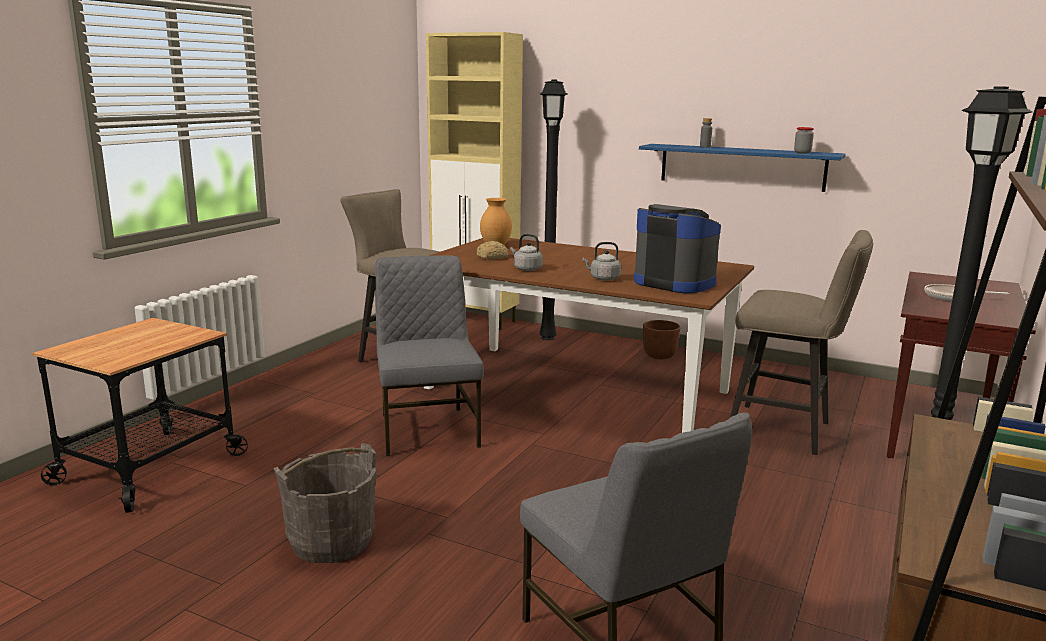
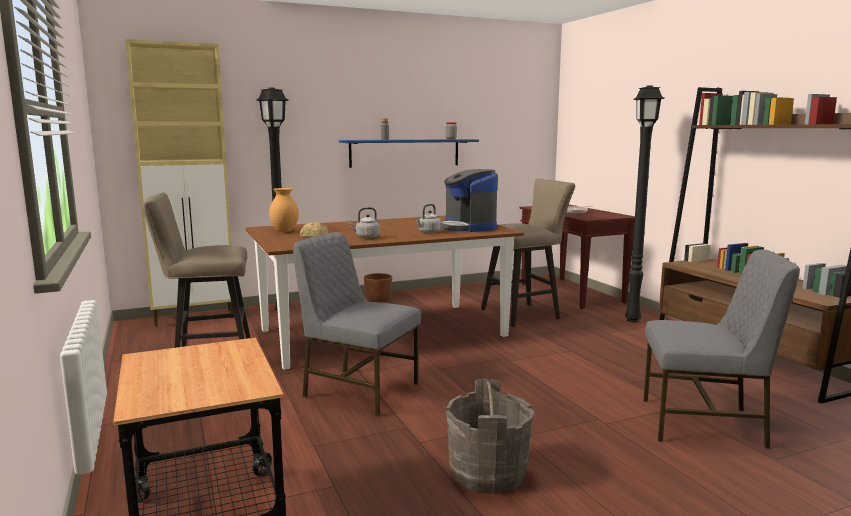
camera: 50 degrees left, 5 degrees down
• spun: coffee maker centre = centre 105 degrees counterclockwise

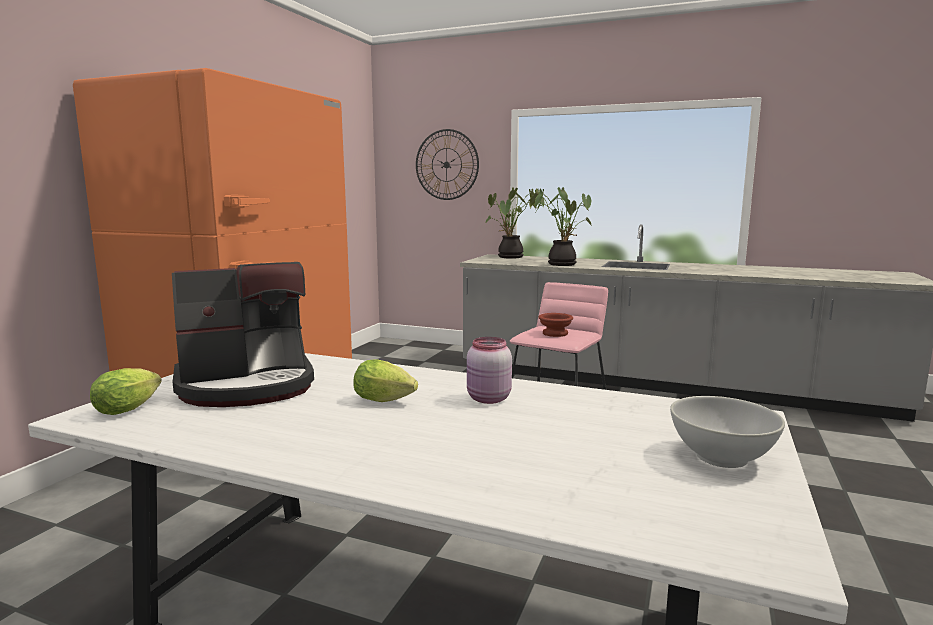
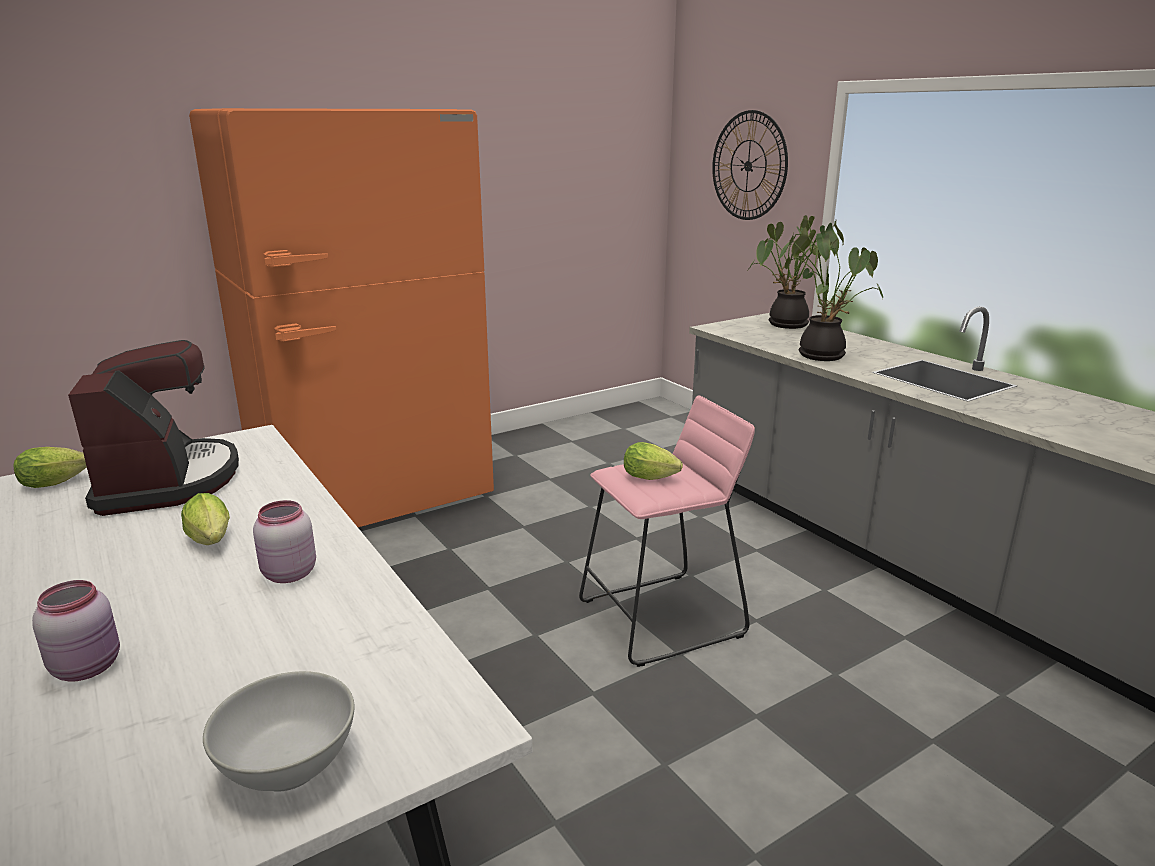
camera: 35 degrees right, 10 degrees up
• spun: coffee maker middle left = middle left 120 degrees counterclockwise
• exchanged: bowl (brown) centre to lettuce (no. 3 from left) centre
• appeared: storage jar (pink) (no. 1 from left) bottom left

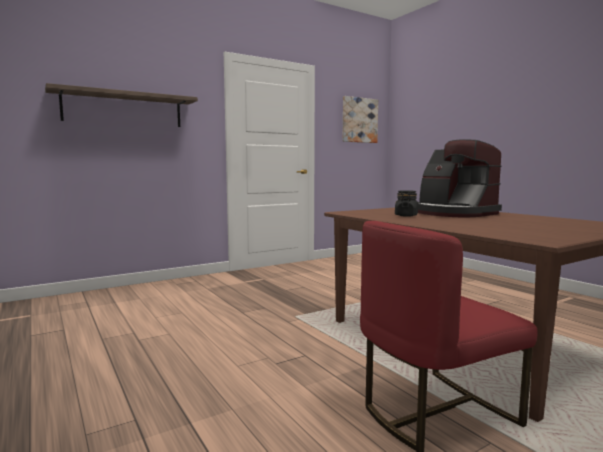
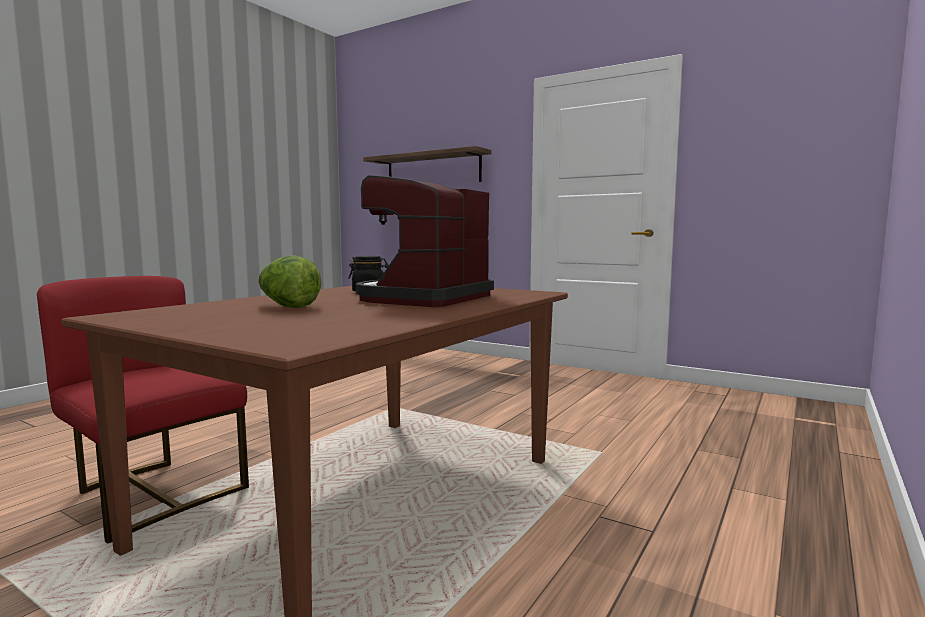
camera: 65 degrees right, 0 degrees up
• missing: wall picture top centre
• appeared: lettuce middle left

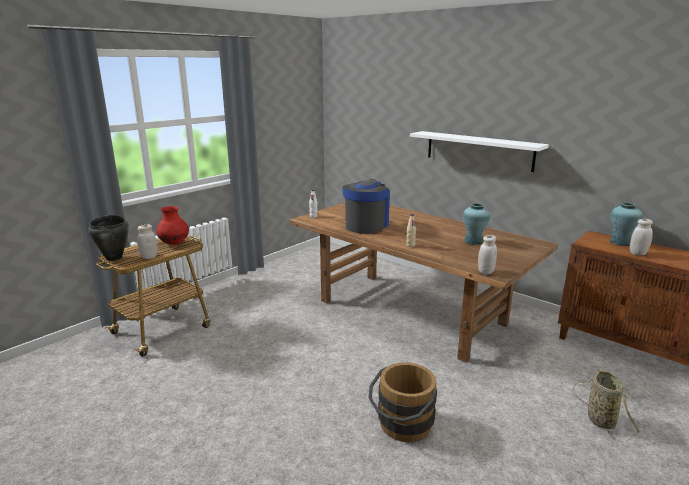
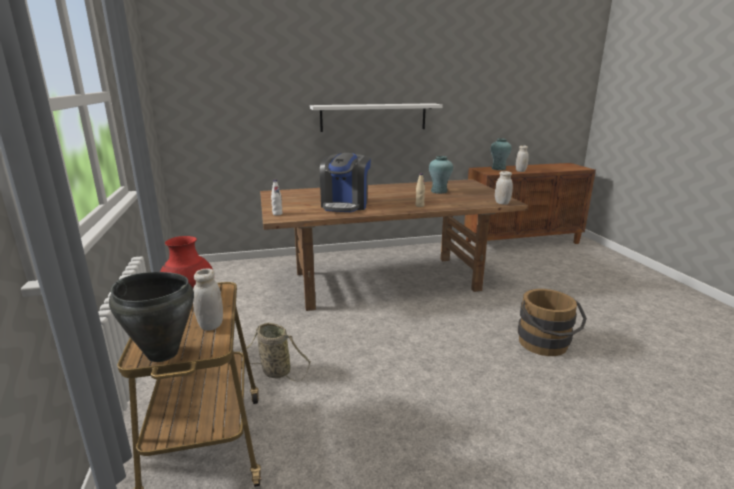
camera: 55 degrees left, 0 degrees up
• spun: coffee maker centre = centre 135 degrees counterclockwise
• relocated: basket bottom right to bottom centre

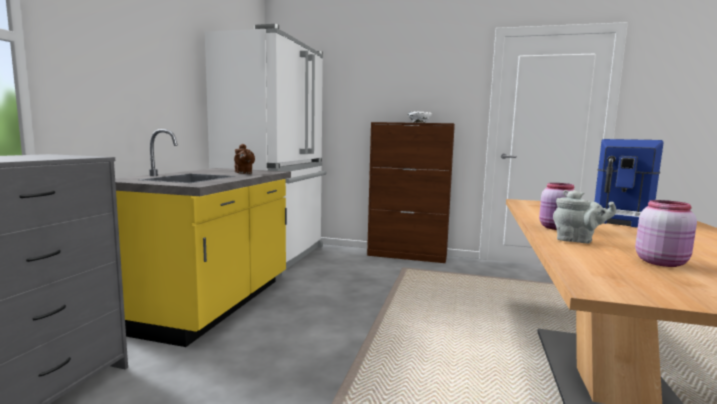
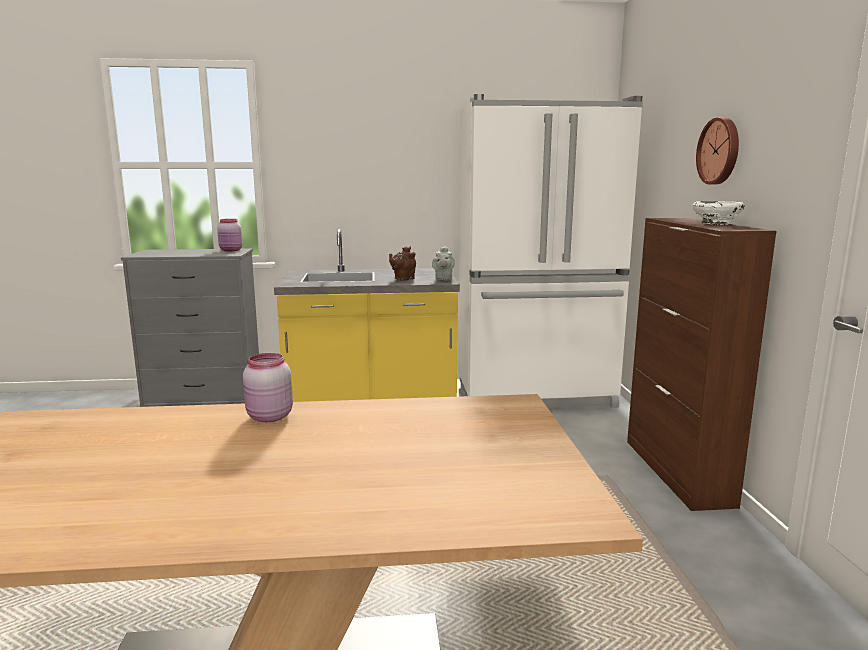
camera: 70 degrees right, 5 degrees up
• relocated: tea pot (greyish) middle right to centre
• missing: coffee maker middle right
• relocated: storage jar (pink) (no. 2 from left in the first image) middle right to storage jar (pink) (no. 1 from left) middle left
• appeared: wall clock top right

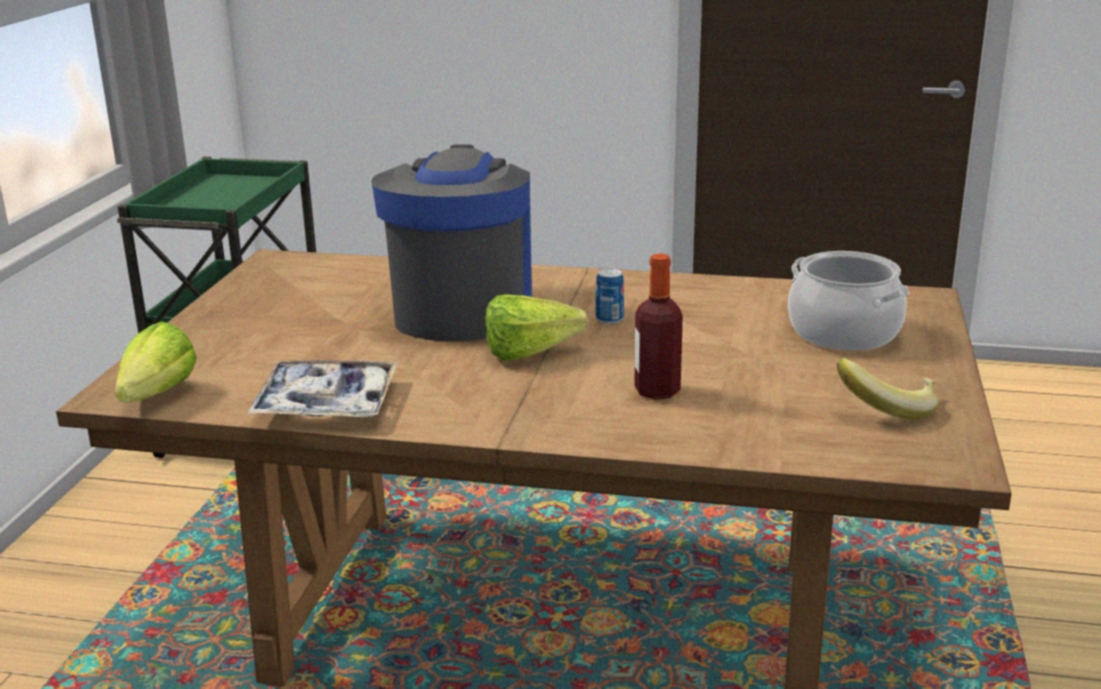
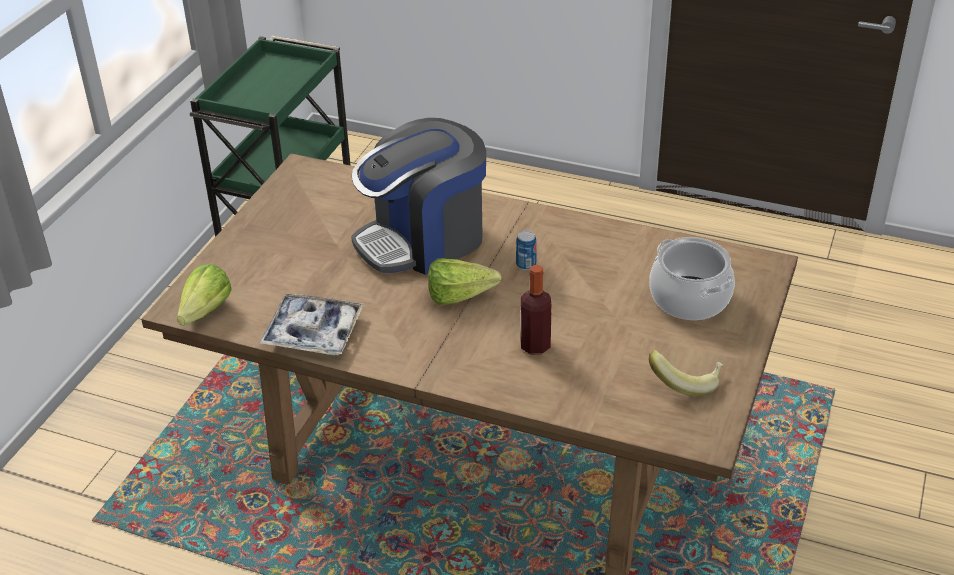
camera: 10 degrees right, 15 degrees up
• spun: coffee maker centre = centre 135 degrees counterclockwise

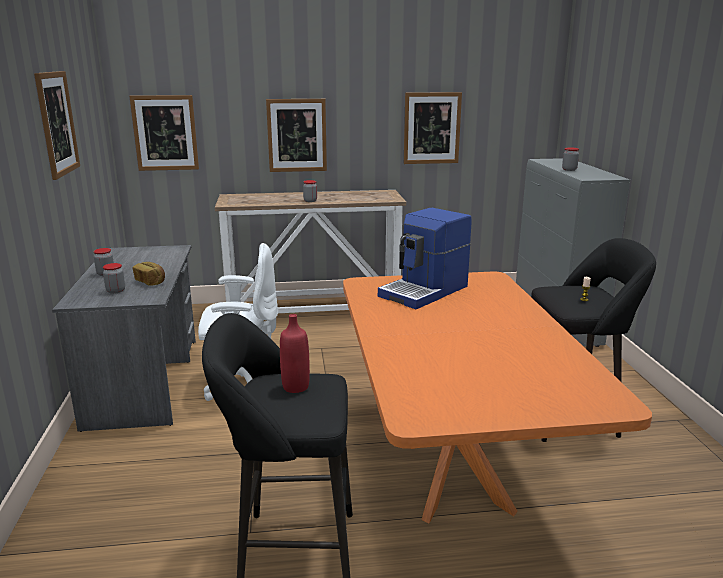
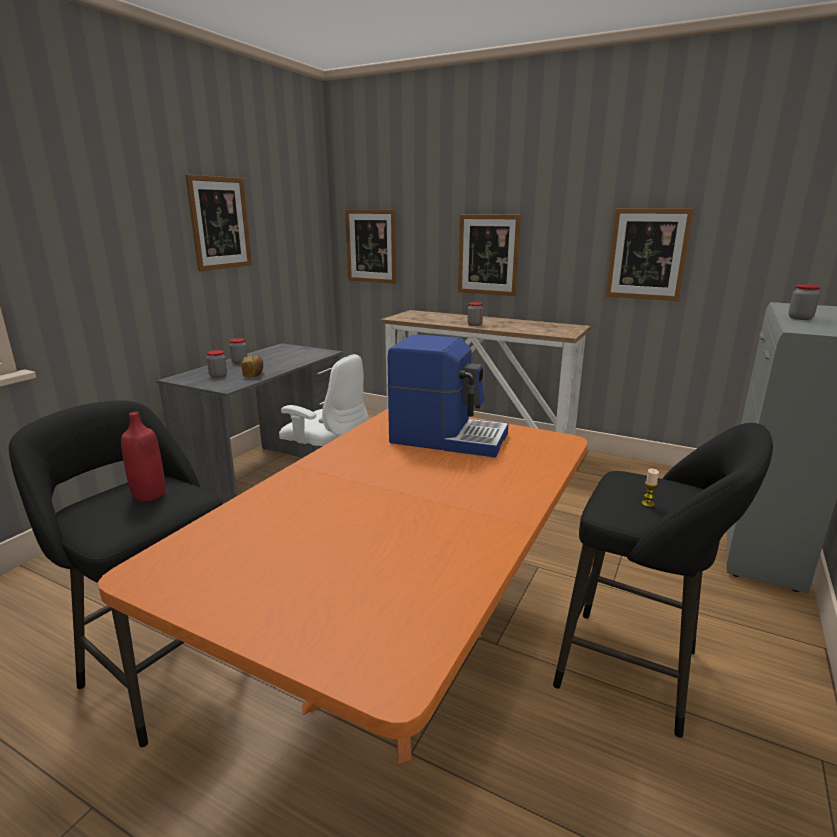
camera: 35 degrees right, 0 degrees up
• spun: coffee maker centre = centre 150 degrees counterclockwise

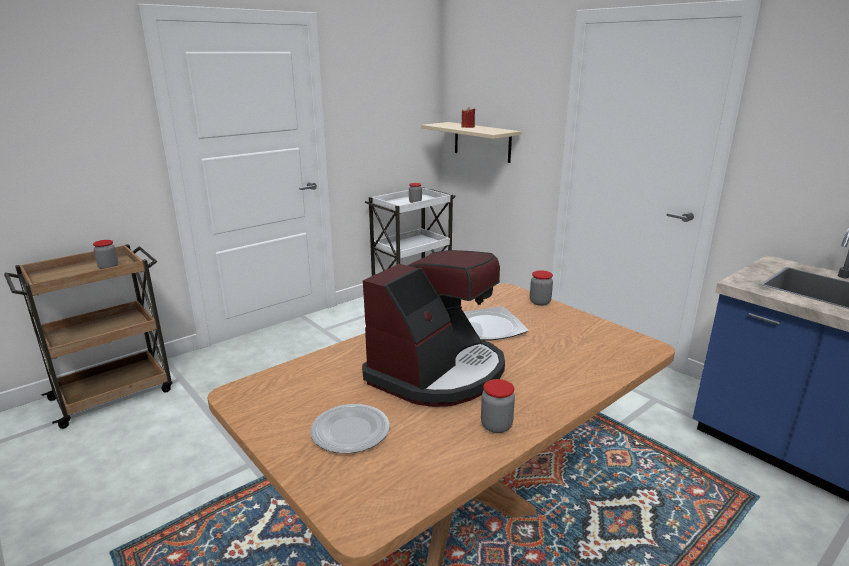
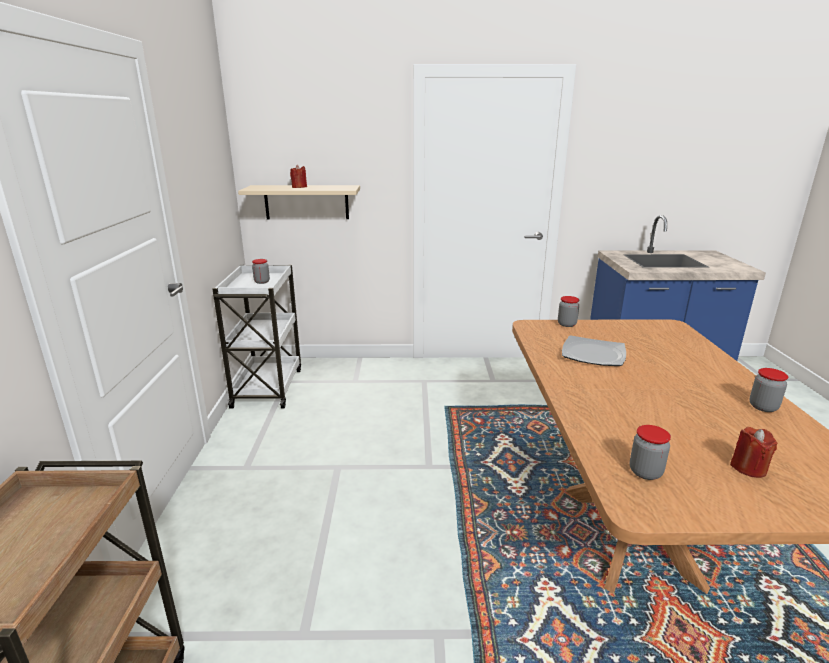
camera: 50 degrees left, 0 degrees up
• relocated: storage jar (no. 1 from left in the first image) middle left to storage jar (no. 3 from left) bottom right
• exchanged: dinner plate (no. 1 from left) bottom centre to wax light (reddish) (no. 2 from left) bottom right
• missing: coffee maker centre

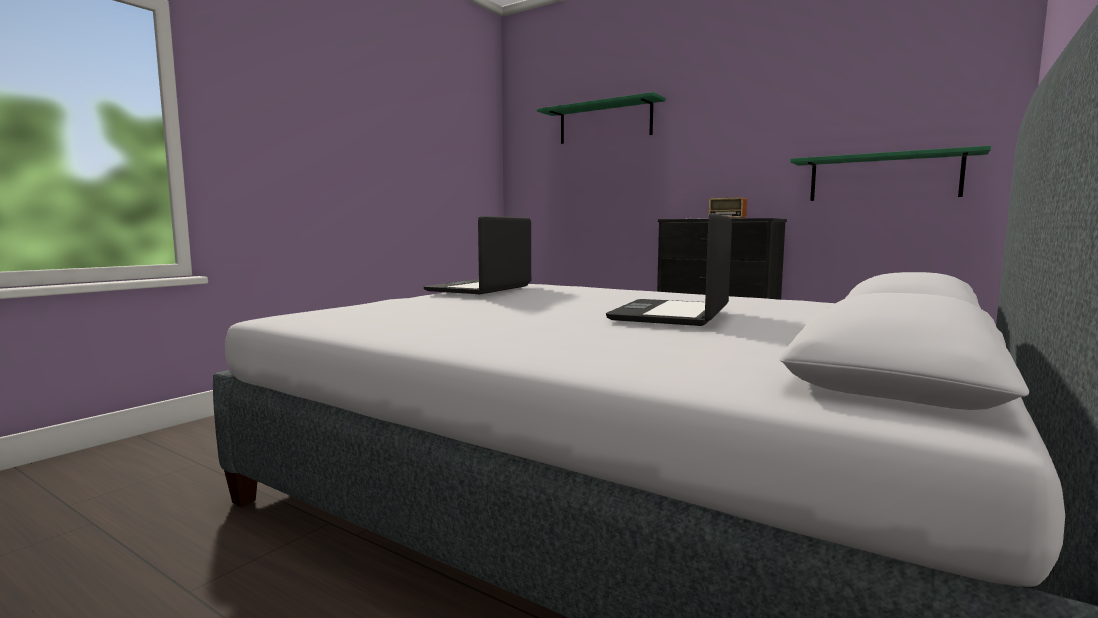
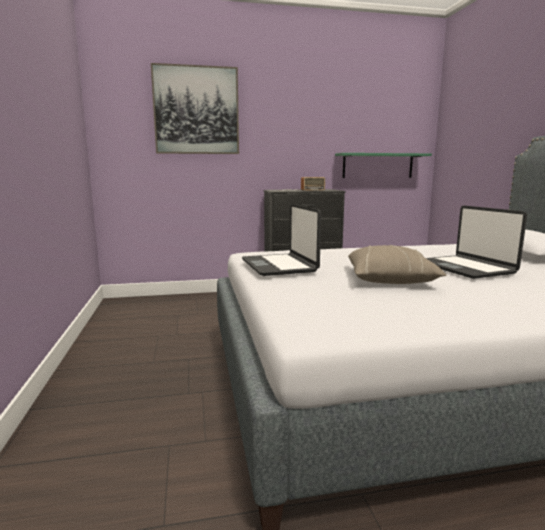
camera: 45 degrees left, 5 degrees up
• exchanged: wall shelf (greenish) (no. 1 from left) top centre to wall picture top centre
• appeared: throw pillow (beige) middle right

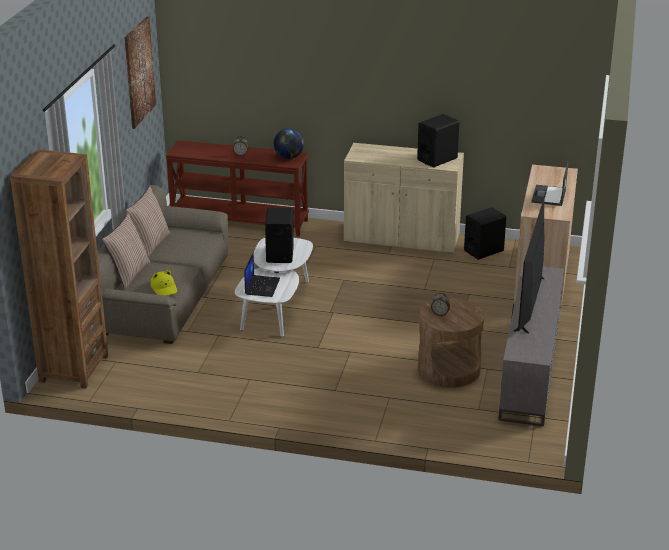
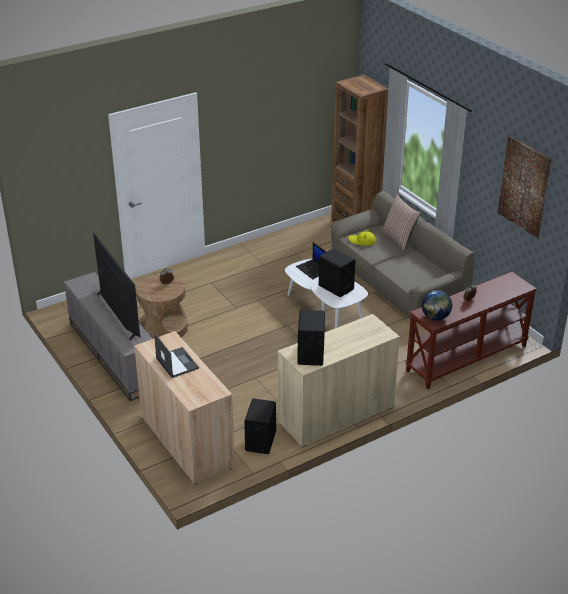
camera: 135 degrees right, 5 degrees up
• missing: throw pillow (no. 2 from left) middle left

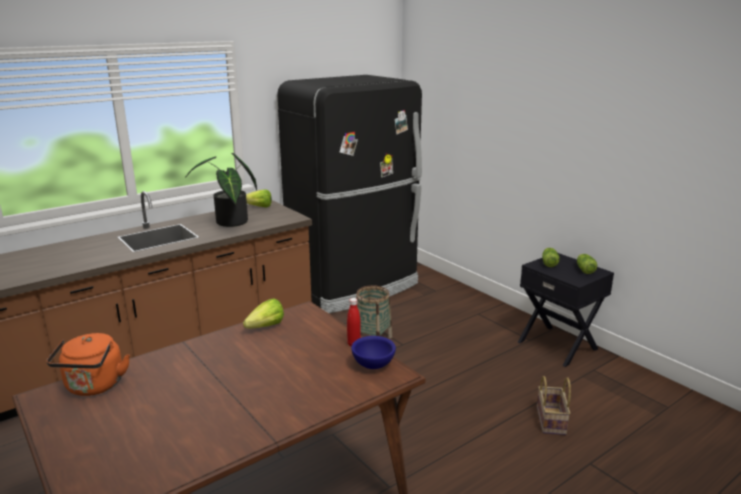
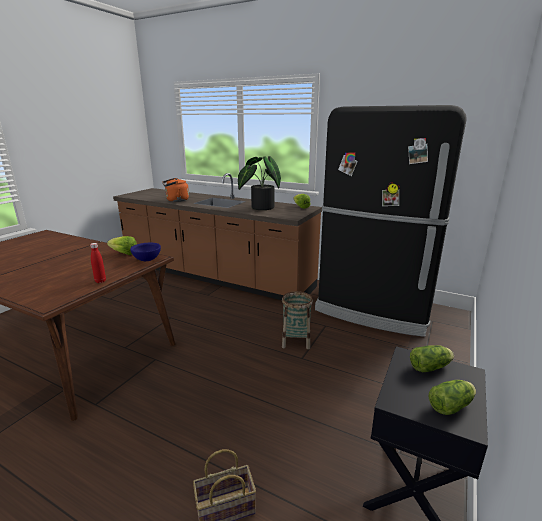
camera: 65 degrees right, 0 degrees up
• relocated: kettle (orangey) bottom left to middle left
• relocated: bowl (blue) bottom centre to middle left

